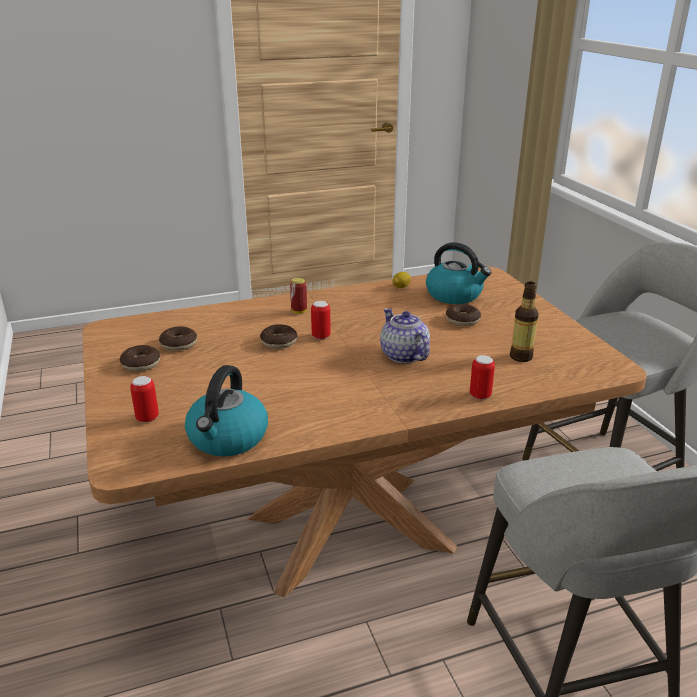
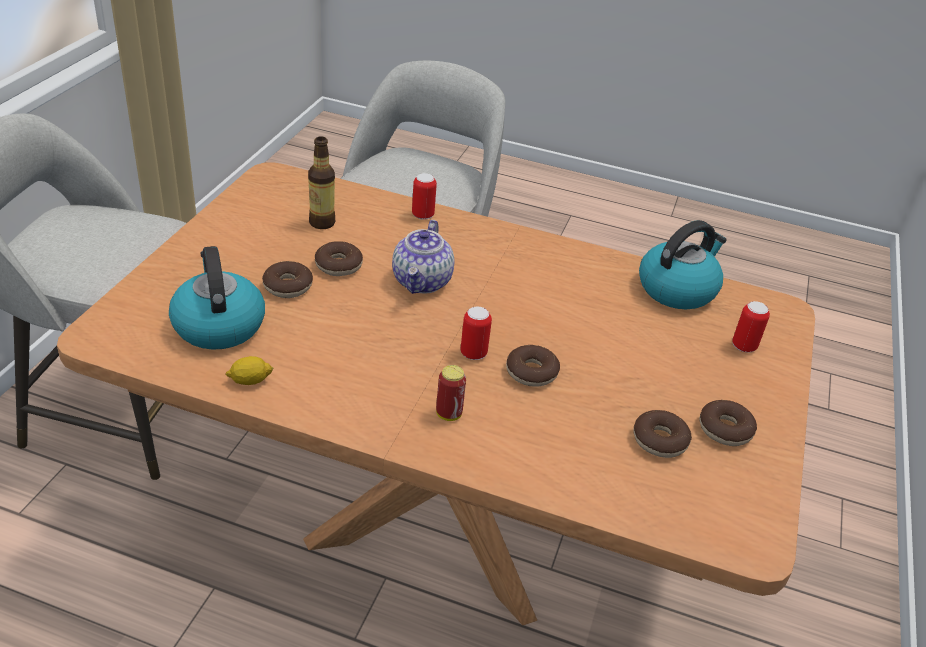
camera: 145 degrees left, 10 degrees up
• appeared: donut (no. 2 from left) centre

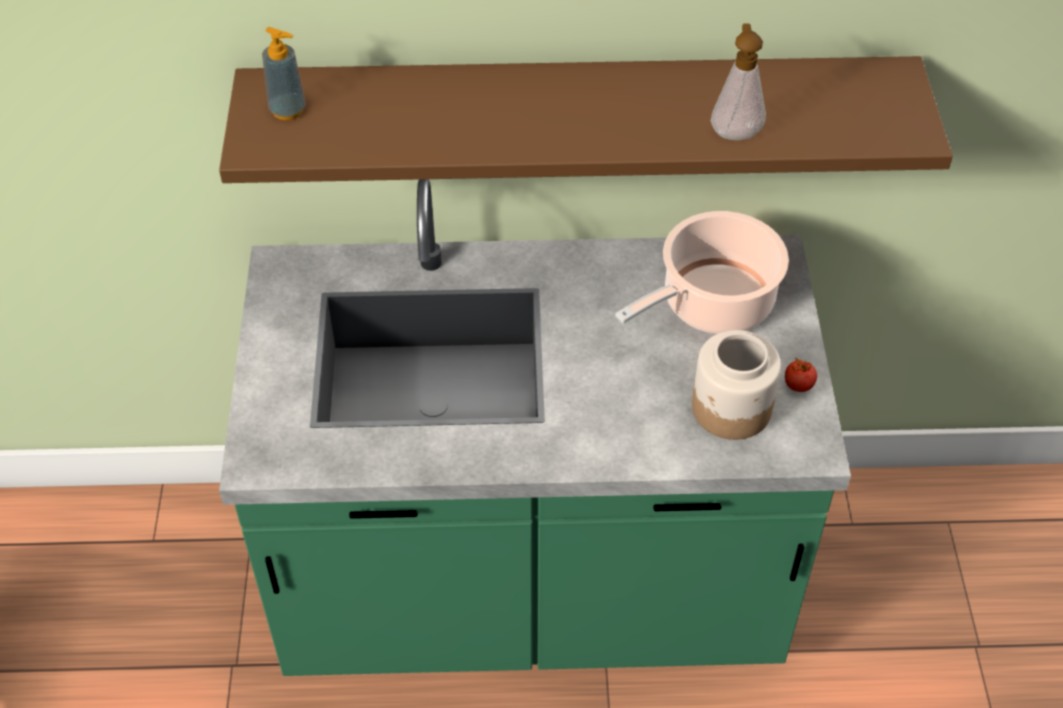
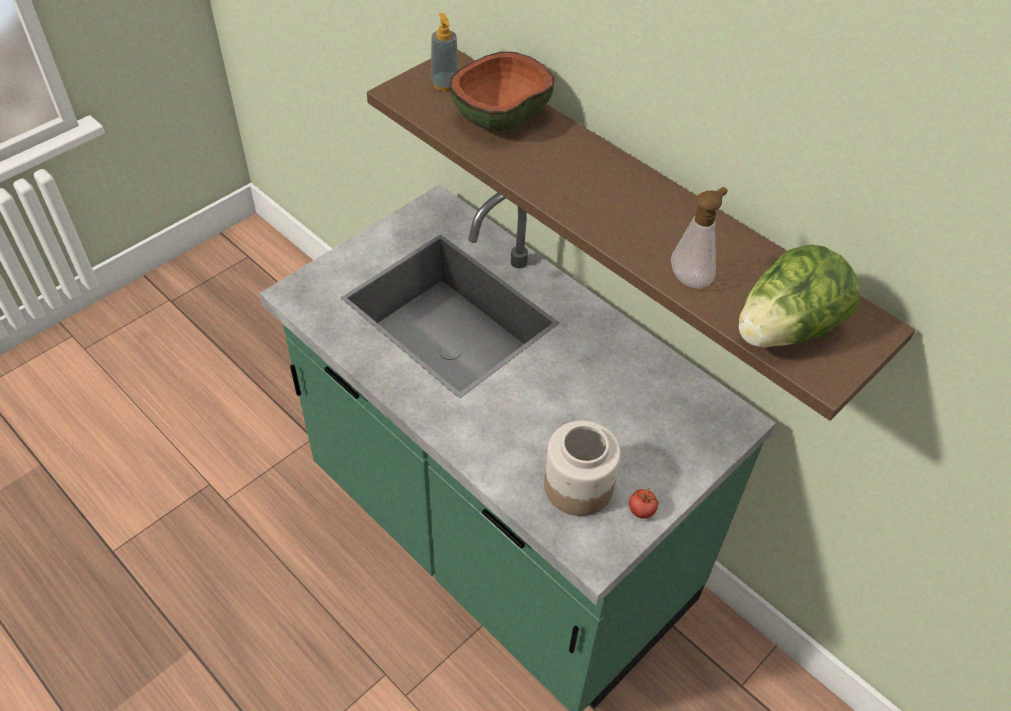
camera: 45 degrees right, 0 degrees up
• missing: saucepot centre
• appeared: bowl top centre
• appeared: lettuce middle right

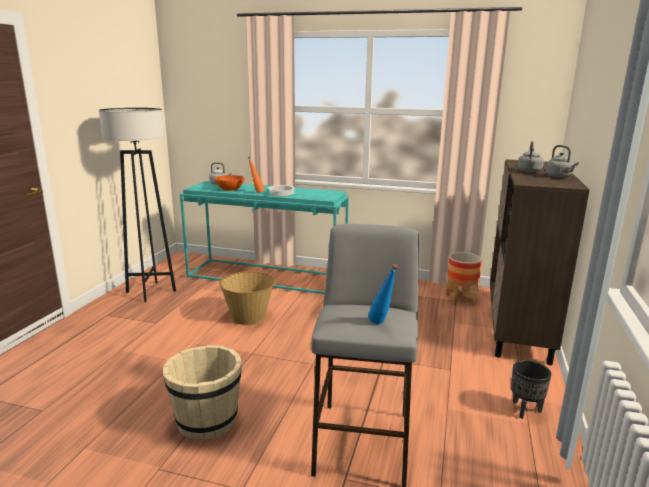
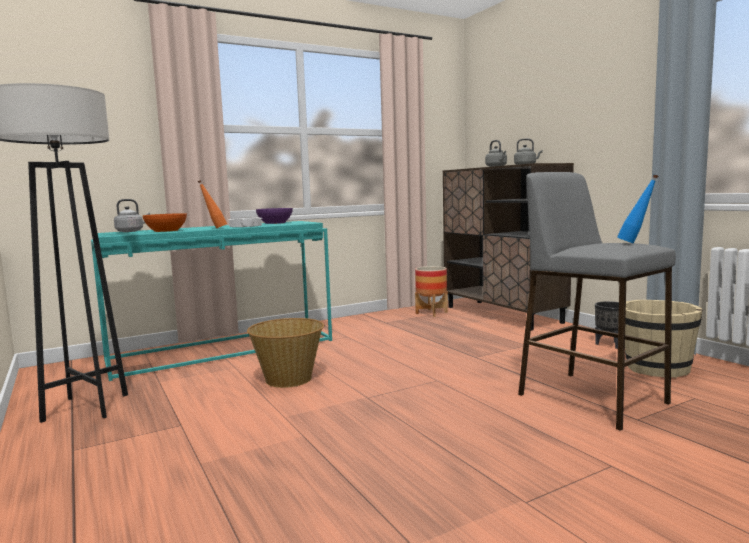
camera: 45 degrees left, 10 degrees down
• relocated: bucket (beige) bottom left to middle right
• appeared: bowl (purplish) centre

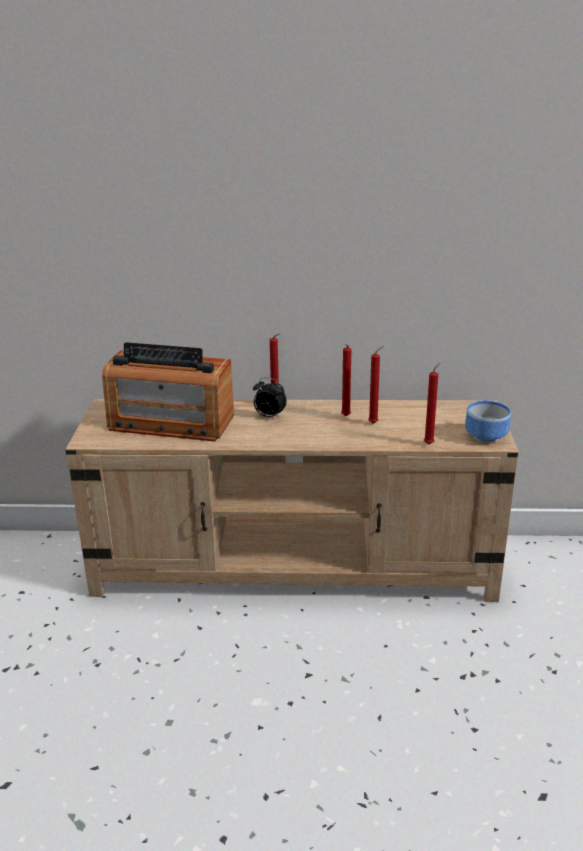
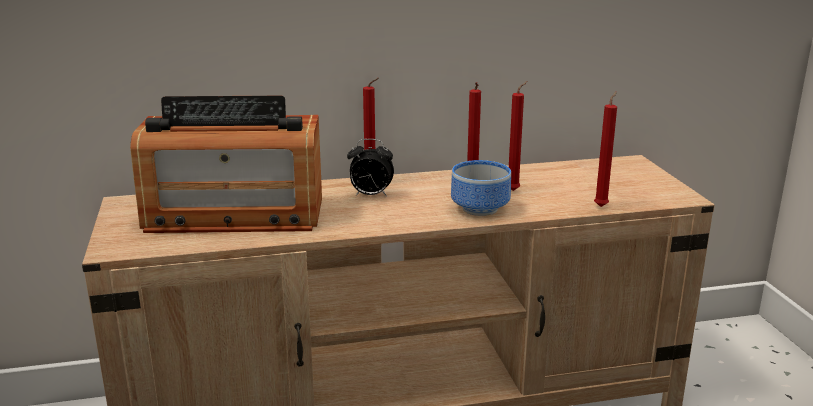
camera: 15 degrees left, 5 degrees down
• relocated: bowl middle right to centre

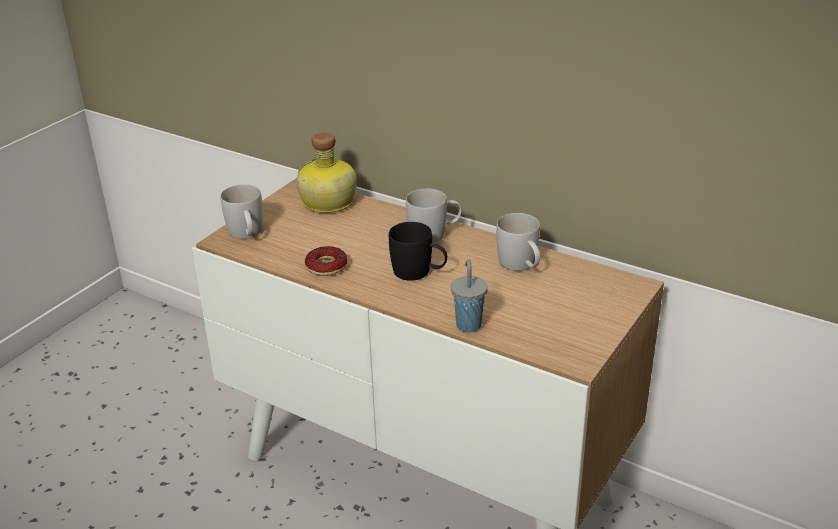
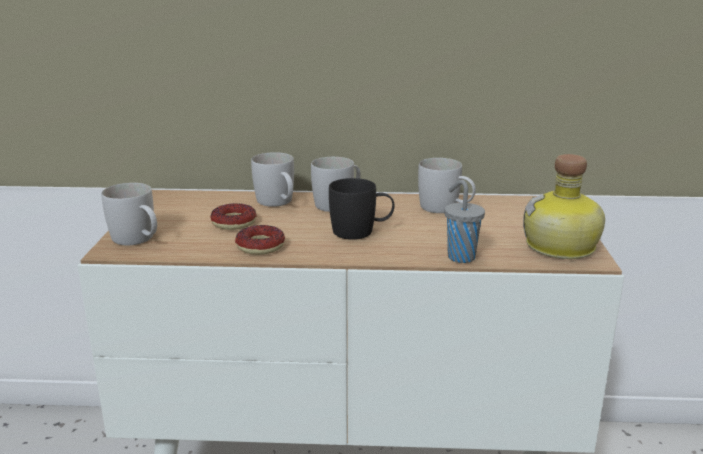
camera: 30 degrees left, 10 degrees down
• relocated: beverage bottle top centre to middle right
• appeared: donut (no. 1 from left) middle left
• appeared: coffee mug (white-coloured) (no. 2 from left) centre

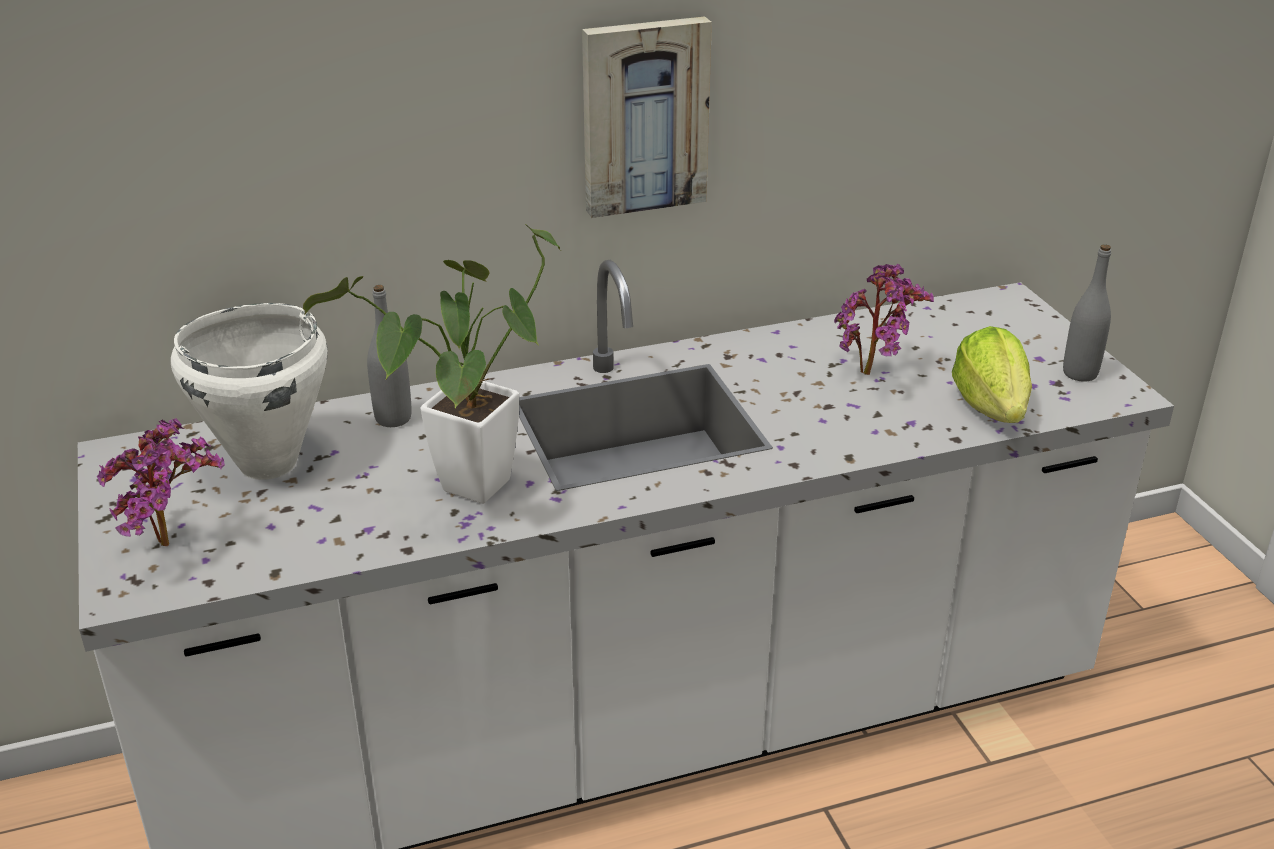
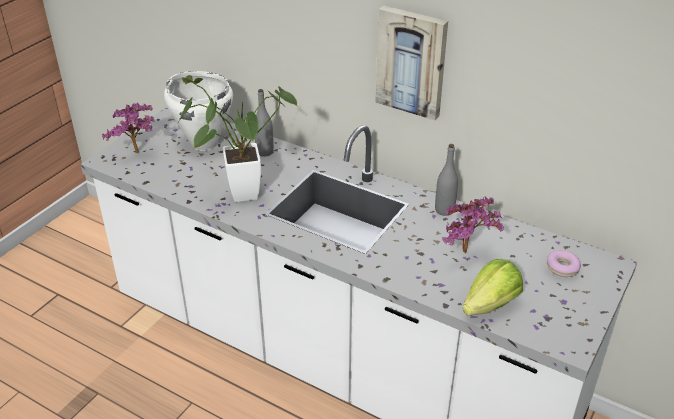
camera: 50 degrees right, 5 degrees up
• relocated: beverage bottle (greyish) (no. 2 from left) middle right to centre
• appeared: donut middle right

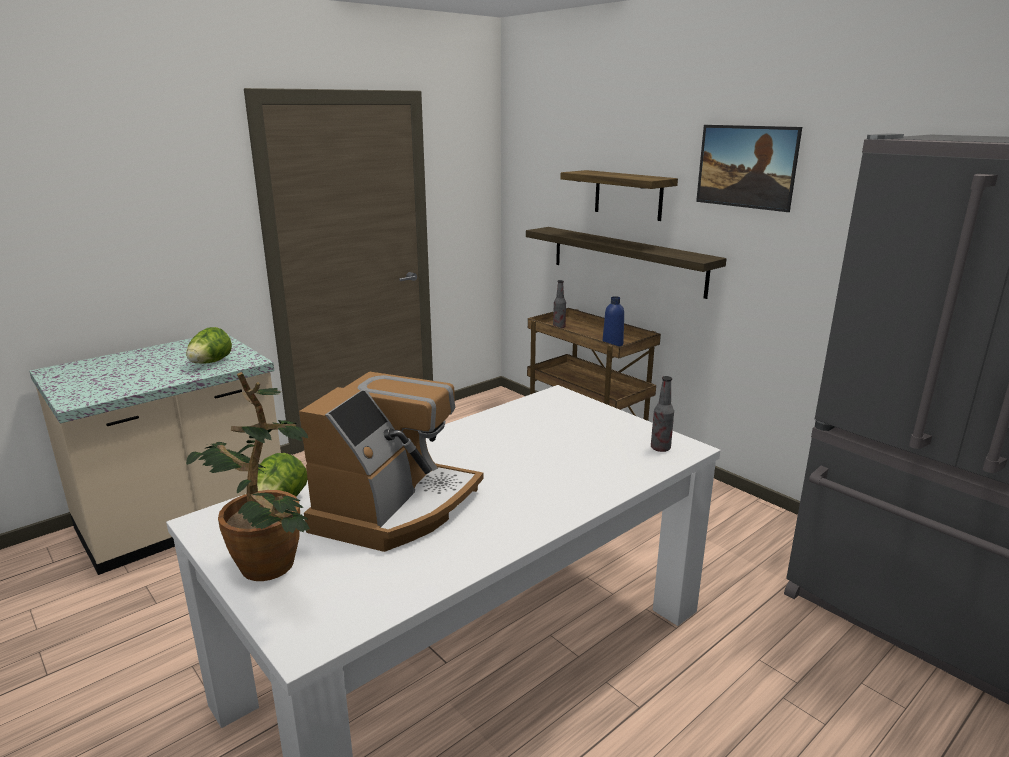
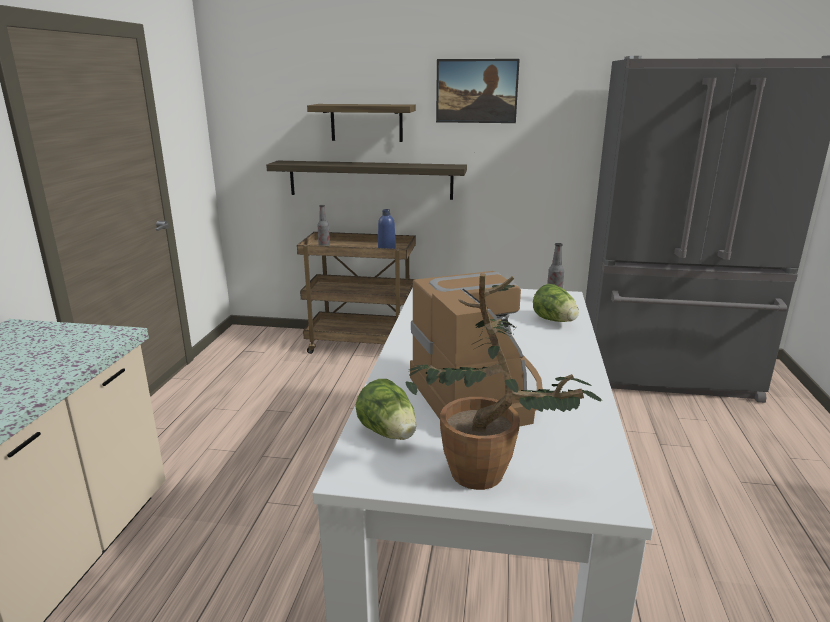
camera: 40 degrees left, 0 degrees up
• relocated: lettuce (no. 1 from left in the first image) middle left to lettuce (no. 2 from left) middle right

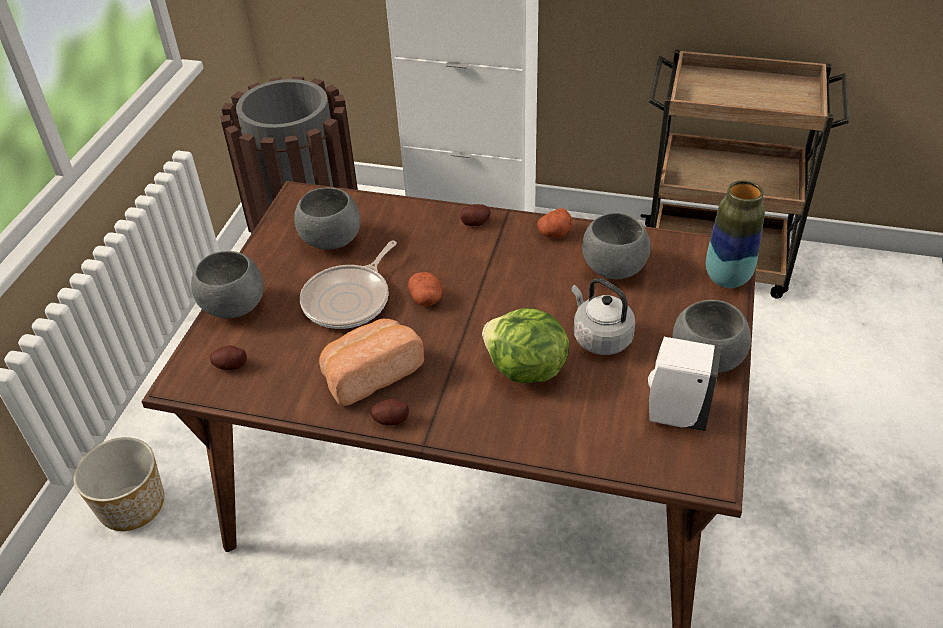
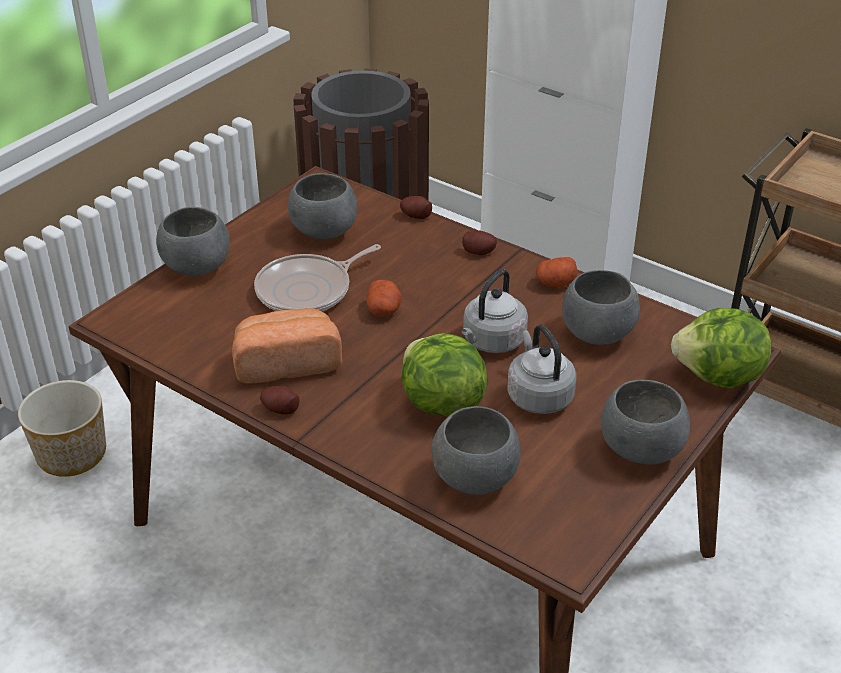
camera: 20 degrees right, 5 degrees down
• relocated: spud (no. 1 from left in the first image) middle left to spud (no. 3 from left) top centre
• missing: soap dispenser (white-coloured) middle right
• exchanged: decorative vase middle right to lettuce (no. 2 from left) middle right
• appeared: bowl (greyish) (no. 3 from left) bottom centre
• appeared: kettle (greyish) (no. 1 from left) centre

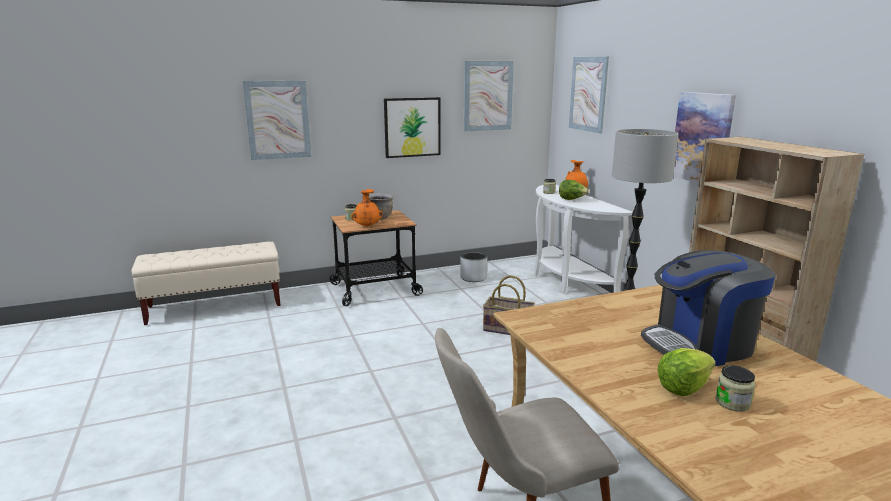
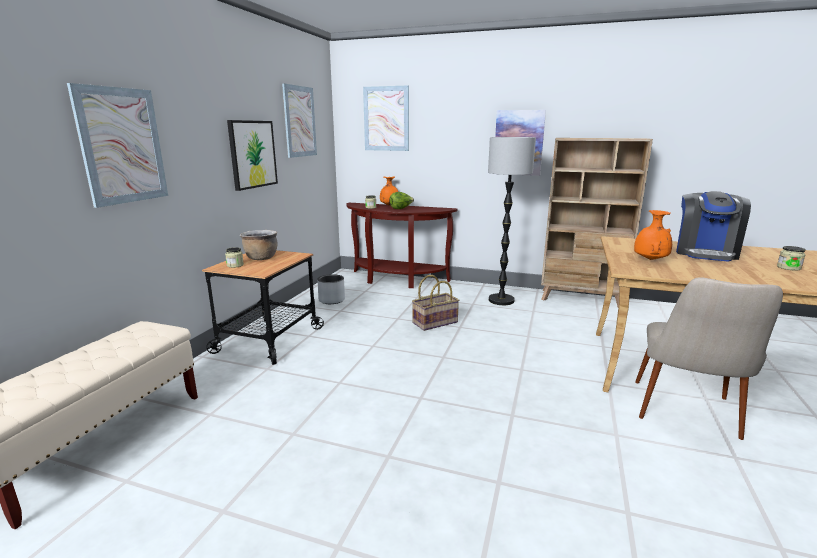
camera: 50 degrees left, 0 degrees up
• relocated: decorative vase (orangey) (no. 1 from left in the first image) centre to decorative vase (orangey) (no. 2 from left) middle right
• colour: hall table (white-coloured) centre to hall table (brown) centre
• missing: lettuce (no. 2 from left) bottom right

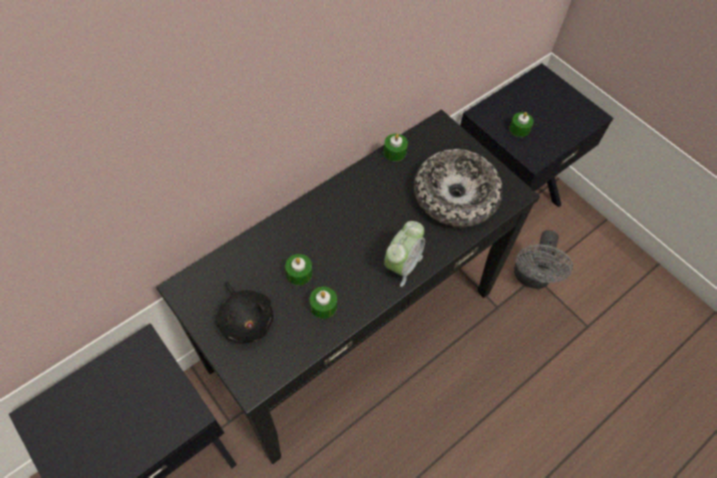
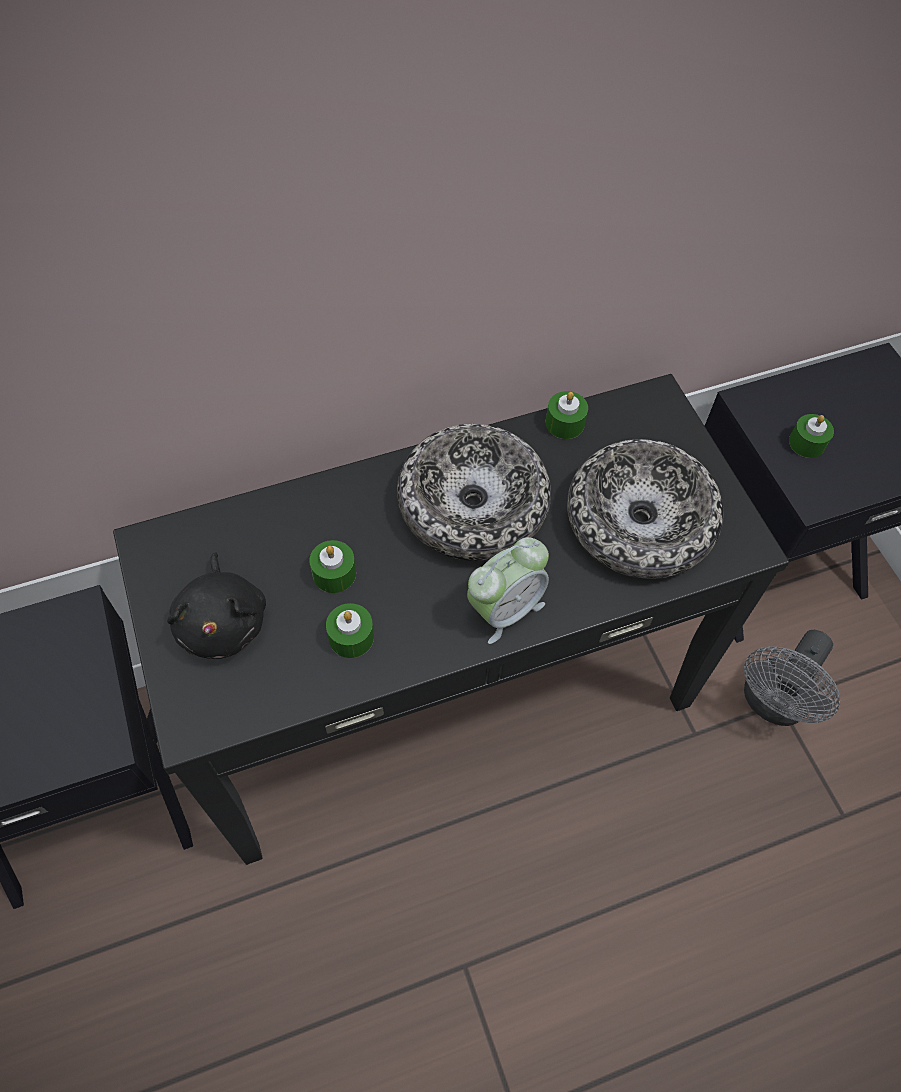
camera: 20 degrees right, 0 degrees up
• appeared: bowl (no. 1 from left) centre

